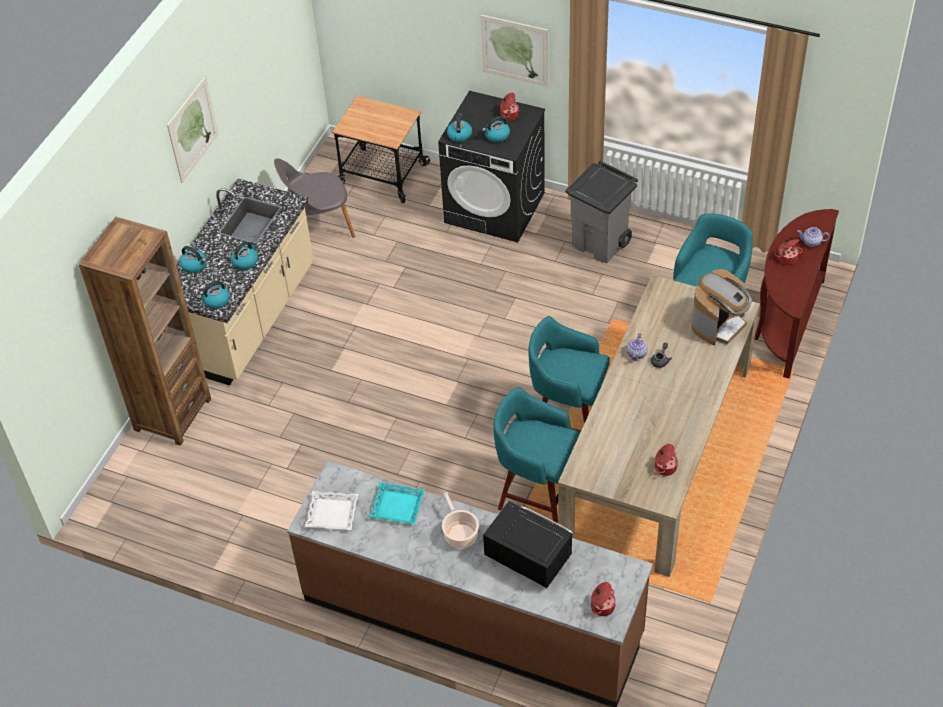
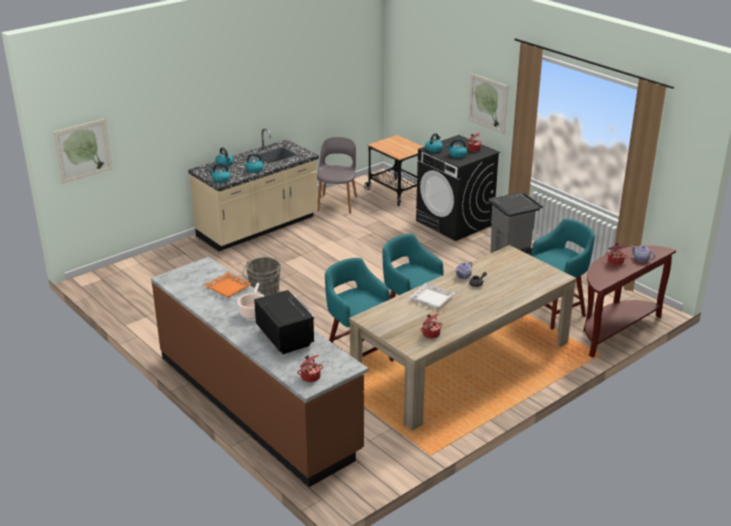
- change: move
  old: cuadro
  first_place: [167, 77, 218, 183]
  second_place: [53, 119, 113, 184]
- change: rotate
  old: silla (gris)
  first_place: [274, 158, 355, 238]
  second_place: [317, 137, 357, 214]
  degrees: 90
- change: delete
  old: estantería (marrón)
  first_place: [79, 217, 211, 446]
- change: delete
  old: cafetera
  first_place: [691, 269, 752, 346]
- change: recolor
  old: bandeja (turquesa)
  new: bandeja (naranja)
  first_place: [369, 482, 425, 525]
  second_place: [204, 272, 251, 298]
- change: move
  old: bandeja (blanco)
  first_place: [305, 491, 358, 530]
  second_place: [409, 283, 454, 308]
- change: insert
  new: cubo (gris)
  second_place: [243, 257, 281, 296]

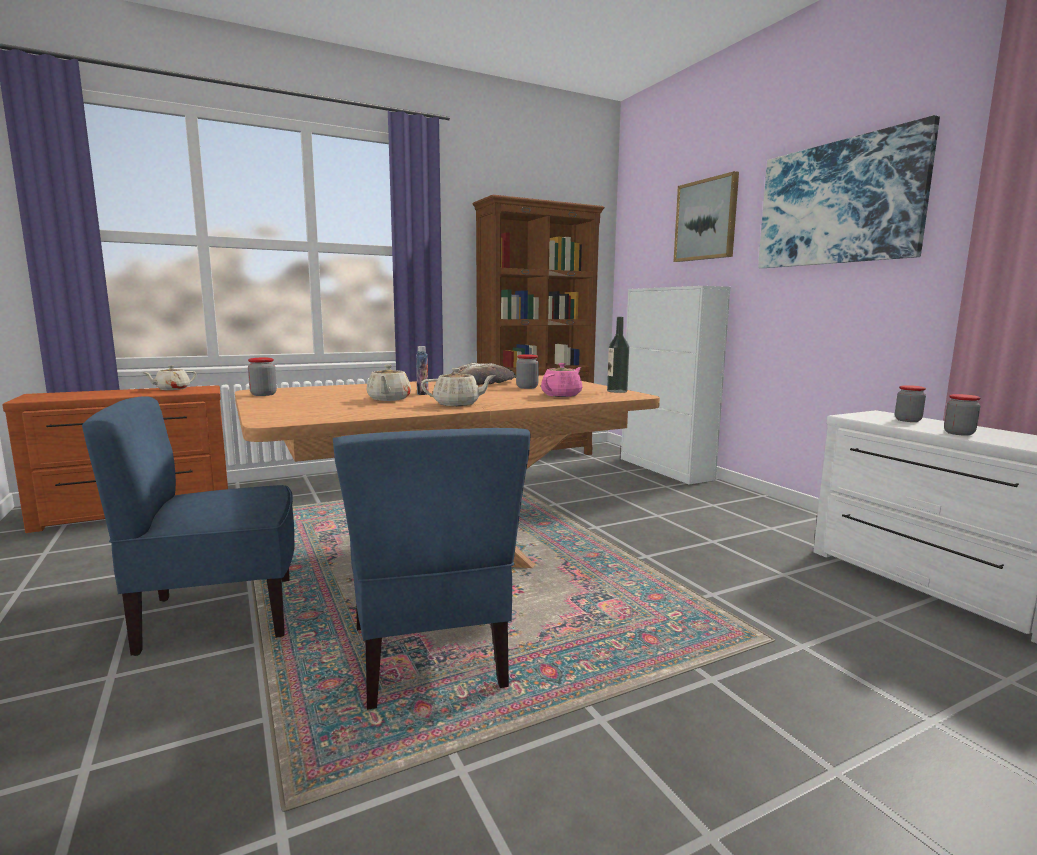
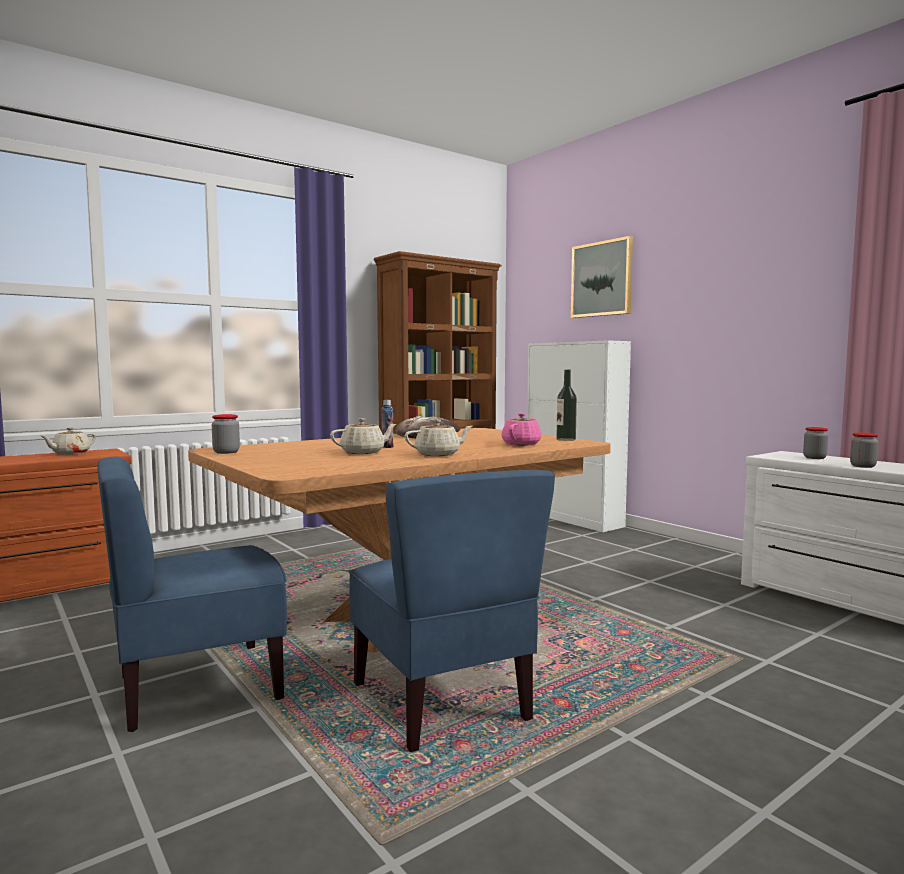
- change: delete
  old: cuadro
  first_place: [758, 115, 940, 268]
- change: delete
  old: tarro
  first_place: [516, 354, 539, 389]
- change: rotate
  old: tetera (beis)
  first_place: [367, 365, 411, 401]
  second_place: [330, 418, 396, 454]
  degrees: -105

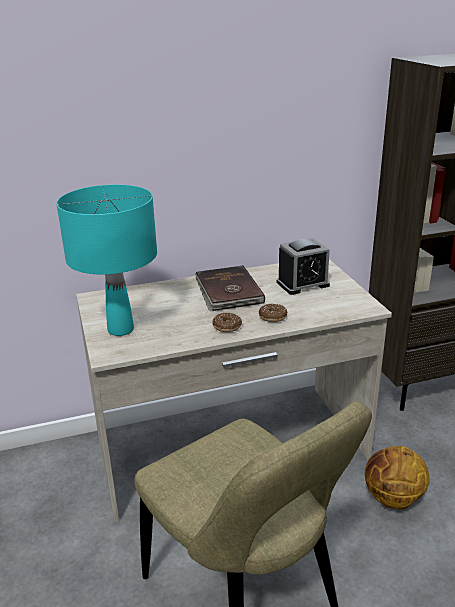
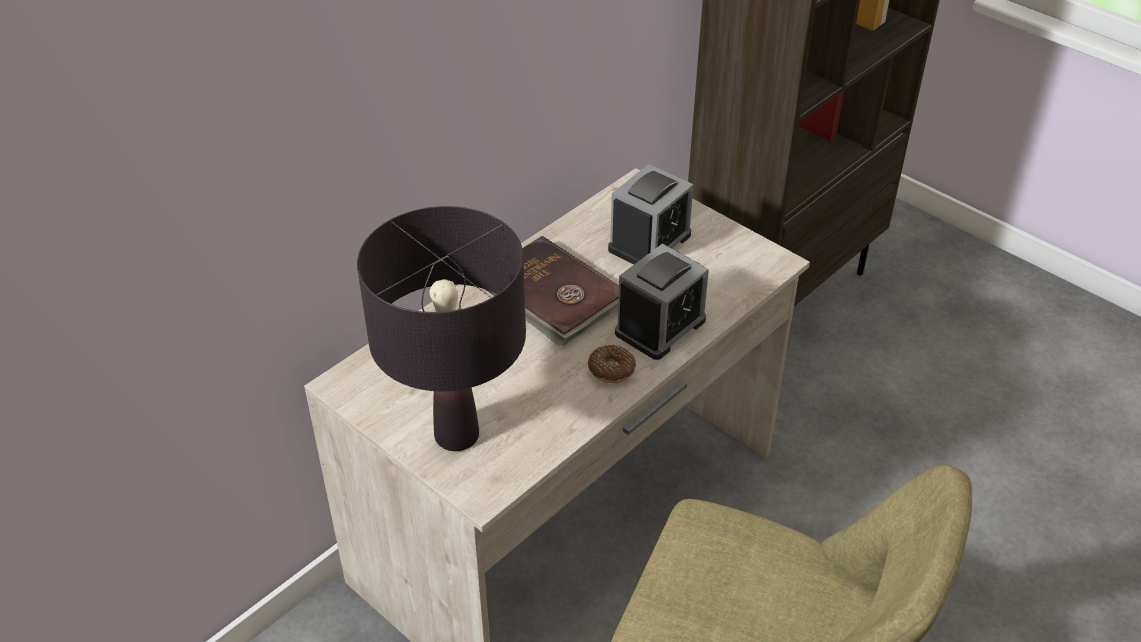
- change: recolor
  old: lámpara de mesa (turquesa)
  new: lámpara de mesa (negro)
  first_place: [57, 185, 157, 336]
  second_place: [357, 206, 526, 451]
- change: replace
  old: rosquilla
  new: despertador
  first_place: [259, 304, 287, 322]
  second_place: [615, 244, 709, 360]
- change: delete
  old: balón de baloncesto
  first_place: [365, 446, 430, 510]

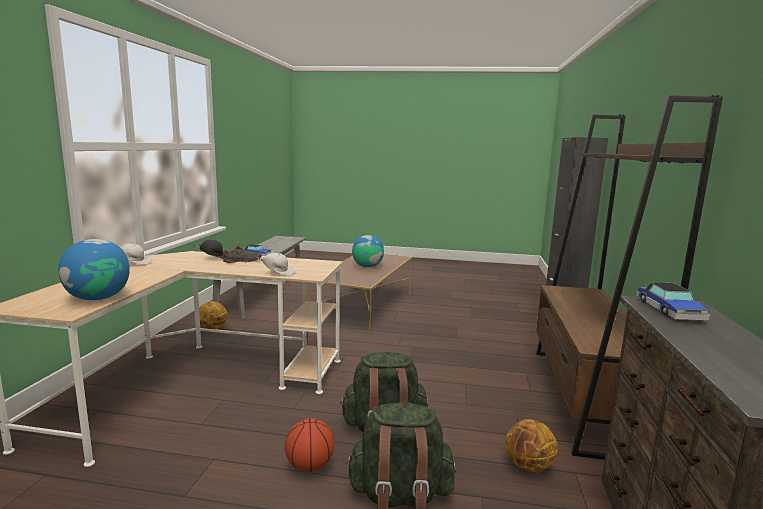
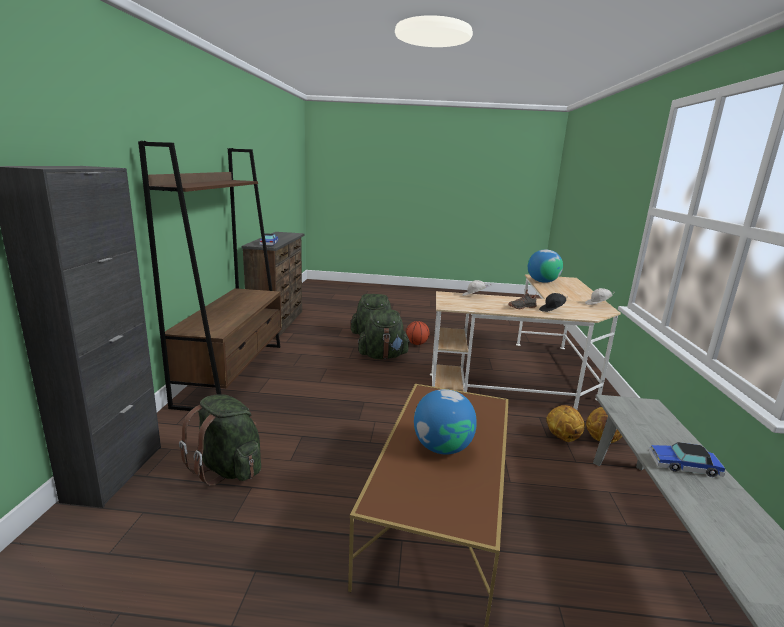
- change: move
  old: balón de baloncesto
  first_place: [505, 419, 557, 472]
  second_place: [546, 405, 585, 442]
- change: insert
  new: mochila (verde)
  second_place: [179, 394, 261, 486]

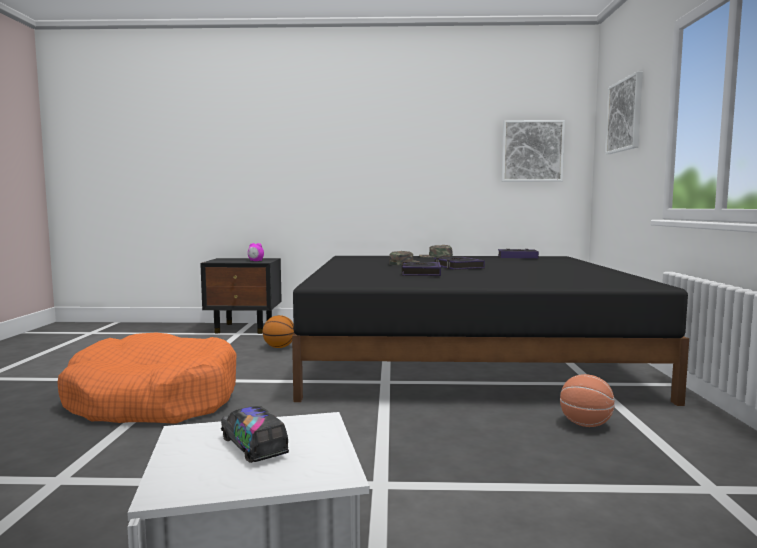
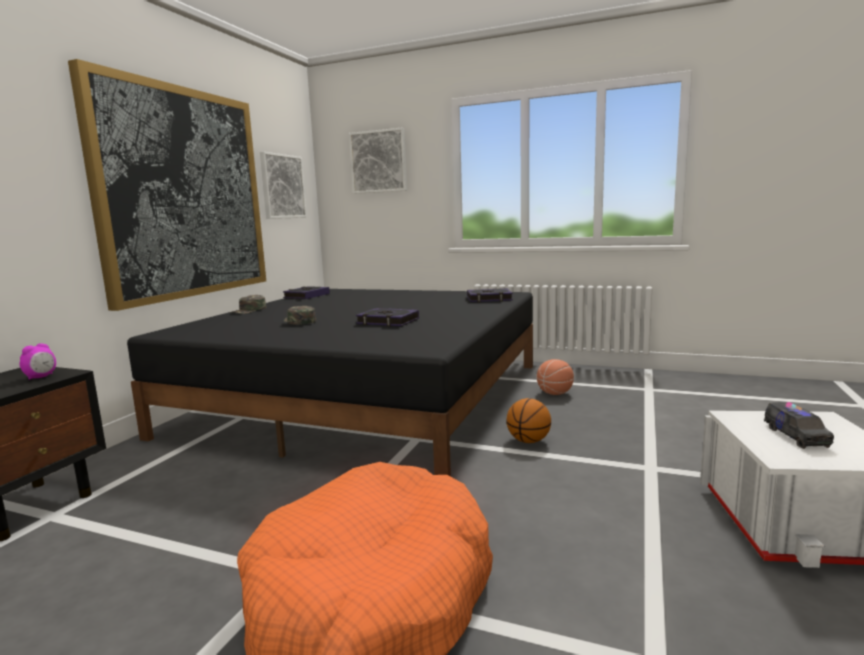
- change: move
  old: libro
  first_place: [434, 257, 485, 270]
  second_place: [467, 288, 513, 303]
- change: move
  old: balón de baloncesto
  first_place: [263, 315, 294, 348]
  second_place: [506, 398, 551, 443]
- change: rotate
  old: camión de juguete
  first_place: [221, 406, 289, 463]
  second_place: [764, 402, 834, 449]
  degrees: -75
- change: insert
  new: cuadro
  second_place: [68, 59, 266, 311]

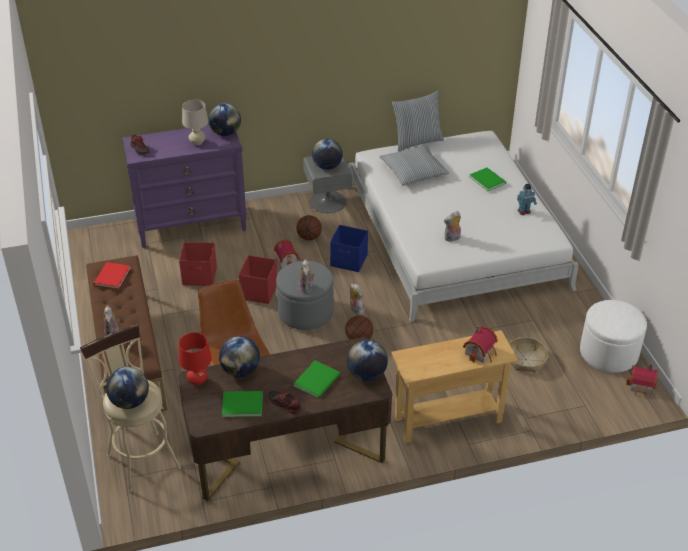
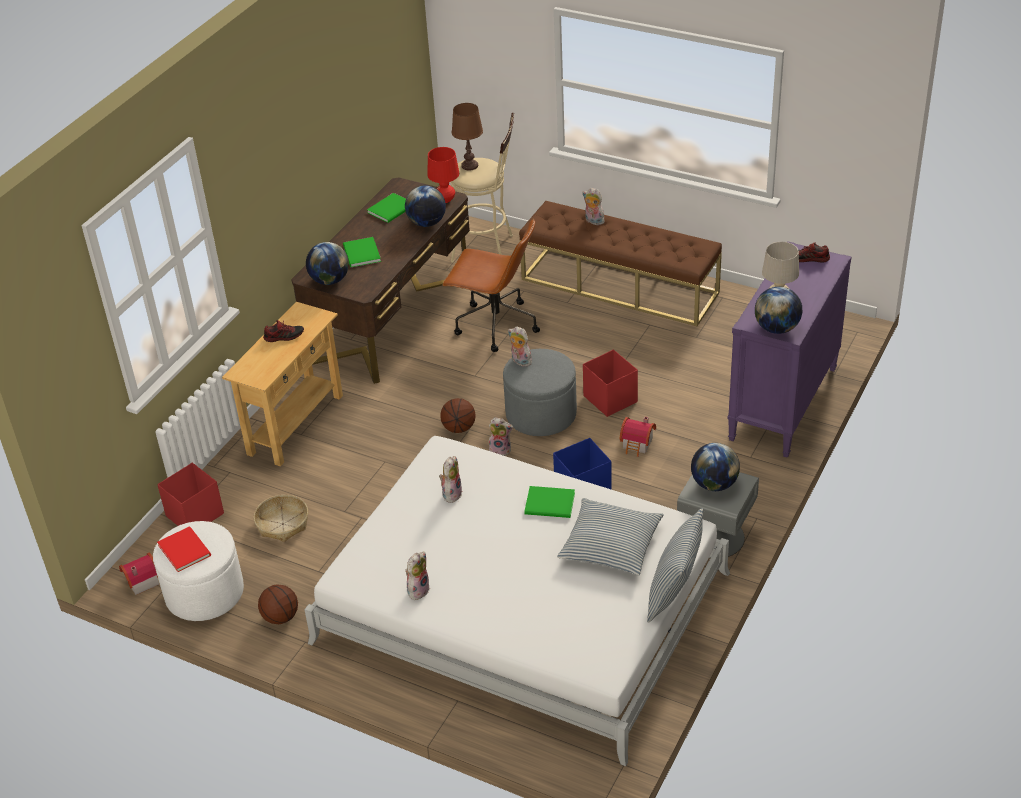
- change: move
  old: libro (verde)
  first_place: [469, 167, 506, 191]
  second_place: [524, 486, 575, 518]
- change: replace
  old: robot de juguete
  new: peluche
  first_place: [517, 184, 537, 215]
  second_place: [405, 552, 430, 600]
- change: move
  old: balón de baloncesto
  first_place: [296, 215, 322, 240]
  second_place: [258, 585, 298, 624]
- change: move
  old: caja de almacenaje (rojo)
  first_place: [179, 242, 217, 286]
  second_place: [157, 463, 224, 526]
- change: move
  old: libro (rojo)
  first_place: [93, 262, 131, 289]
  second_place: [157, 526, 211, 572]
- change: delete
  old: casita
  first_place: [463, 326, 498, 363]
- change: replace
  old: globo terráqueo
  new: lámpara de mesa (marrón)
  first_place: [106, 367, 149, 409]
  second_place: [452, 103, 483, 171]
- change: move
  old: zapato
  first_place: [268, 391, 302, 414]
  second_place: [263, 320, 304, 342]

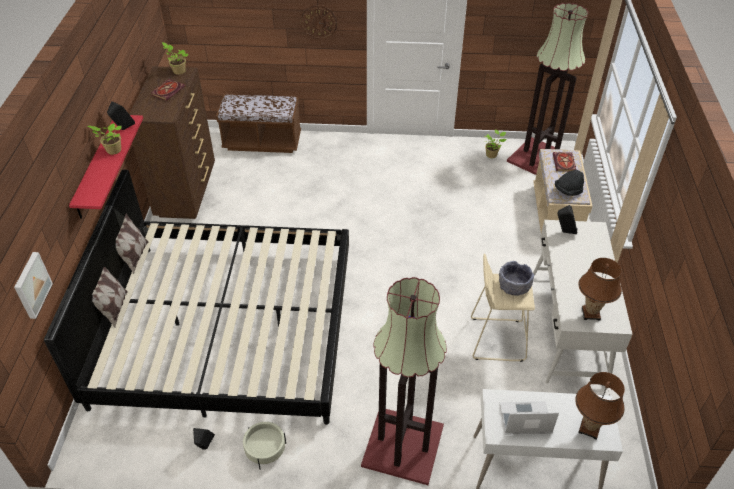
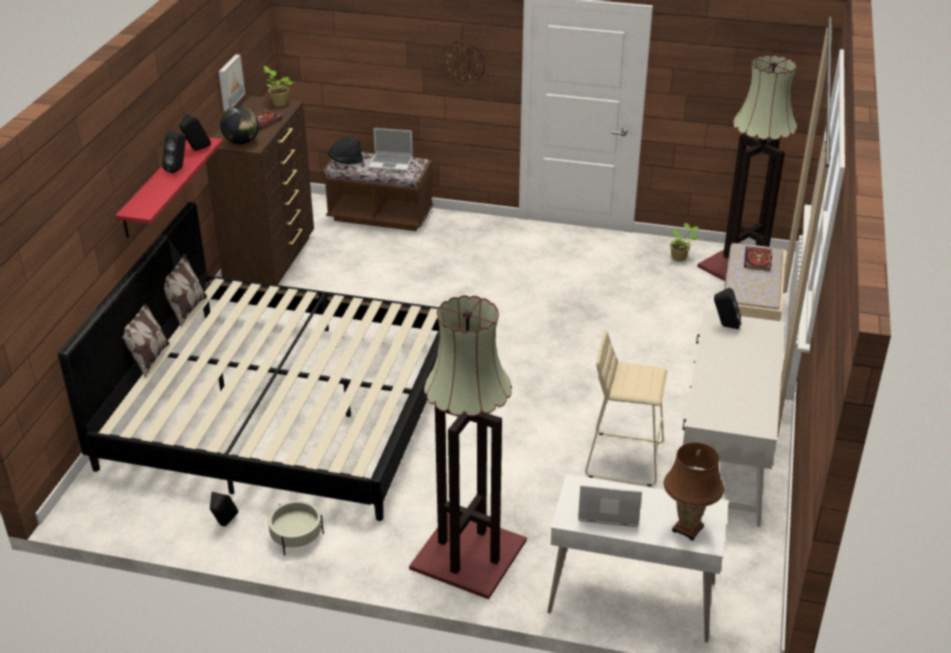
- change: replace
  old: planta en maceta
  new: altavoz (negro)
  first_place: [87, 123, 122, 155]
  second_place: [162, 131, 186, 174]
- change: move
  old: sombrero (negro)
  first_place: [555, 170, 584, 196]
  second_place: [328, 135, 363, 164]
- change: move
  old: cuadro
  first_place: [14, 252, 53, 319]
  second_place: [219, 54, 245, 111]
- change: delete
  old: lámpara de mesa (marrón)
  first_place: [578, 258, 622, 321]
- change: delete
  old: cuenco (gris)
  first_place: [499, 261, 534, 296]
- change: insert
  new: globo terráqueo
  second_place: [220, 106, 259, 145]
- change: insert
  new: portátil
  second_place: [369, 128, 413, 172]

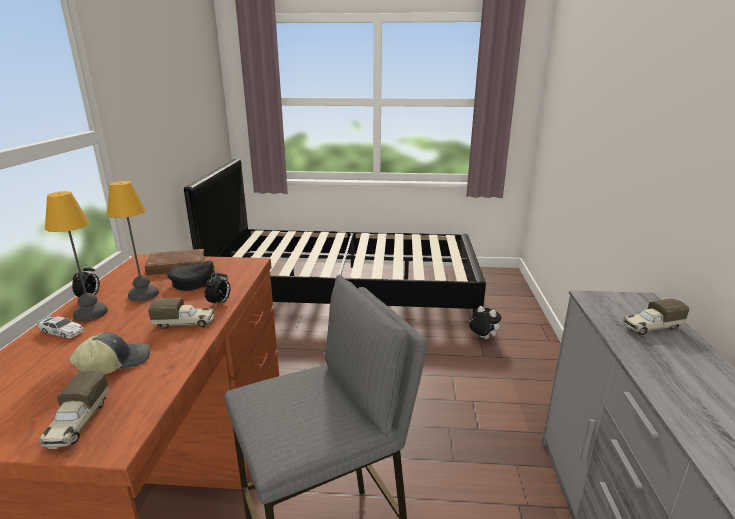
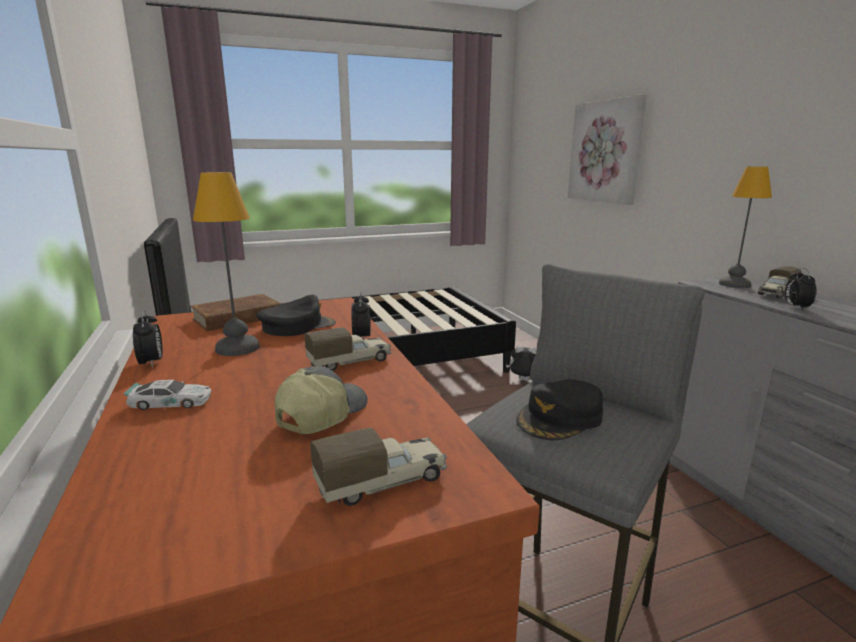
- change: move
  old: lámpara de mesa
  first_place: [45, 191, 108, 321]
  second_place: [719, 166, 772, 288]
- change: rotate
  old: camión de juguete
  first_place: [39, 371, 109, 449]
  second_place: [310, 428, 447, 506]
  degrees: -90
- change: insert
  new: cuadro
  second_place: [568, 94, 647, 205]
- change: insert
  new: despertador
  second_place: [784, 268, 817, 311]
- change: insert
  new: gorra (negro)
  second_place: [516, 379, 603, 440]

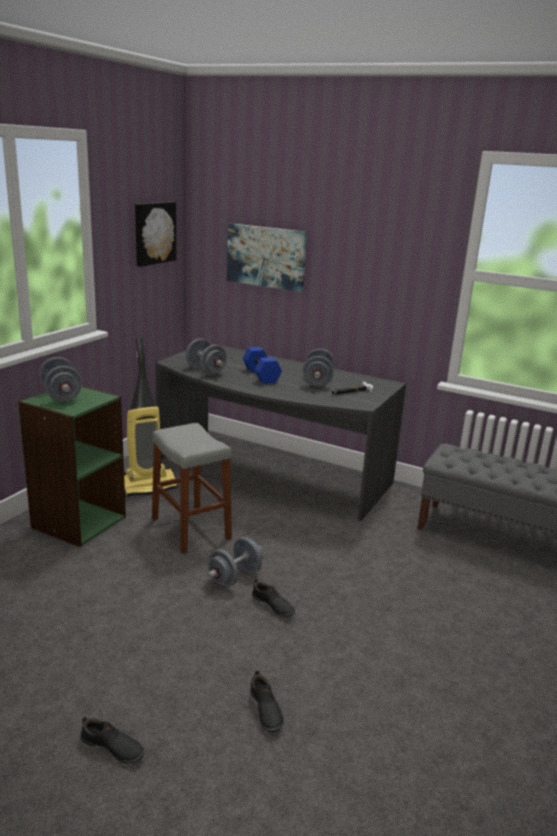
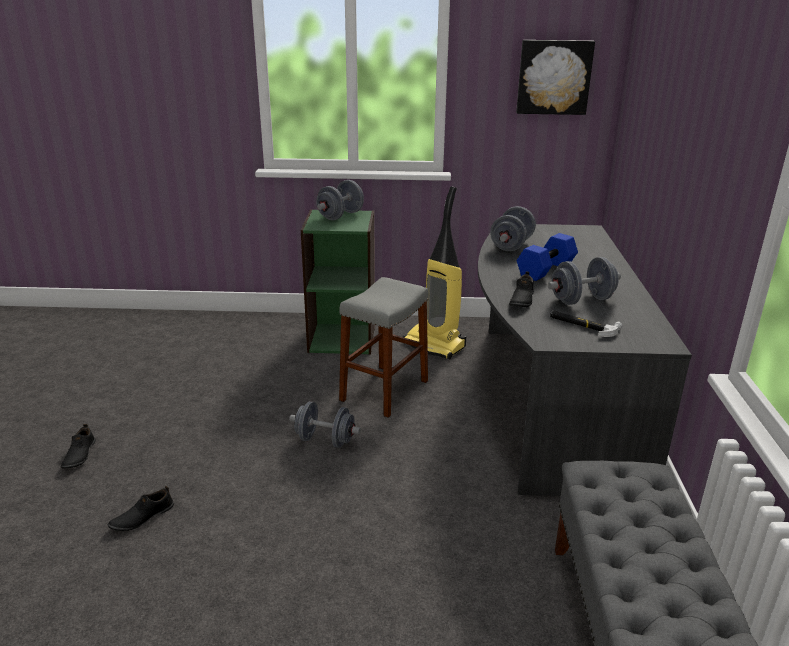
- change: delete
  old: cuadro
  first_place: [227, 223, 307, 292]
- change: move
  old: zapato (negro)
  first_place: [252, 579, 295, 617]
  second_place: [509, 272, 534, 307]

